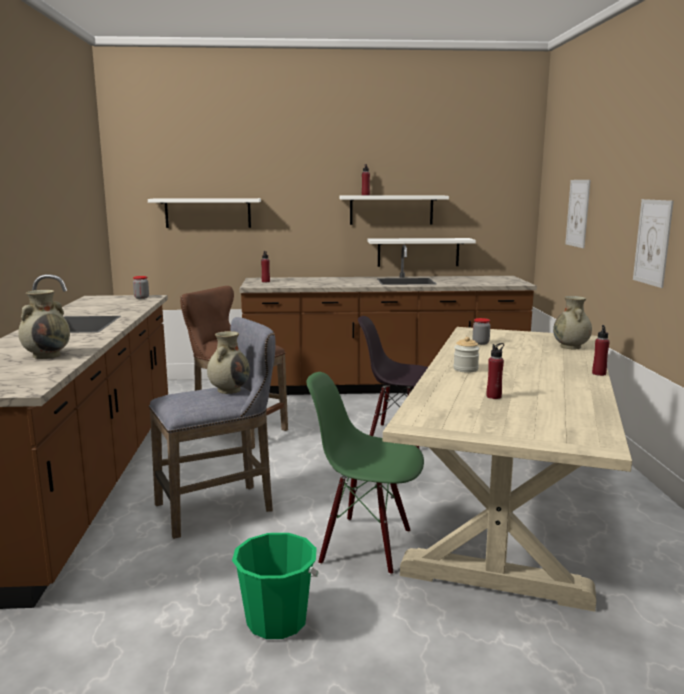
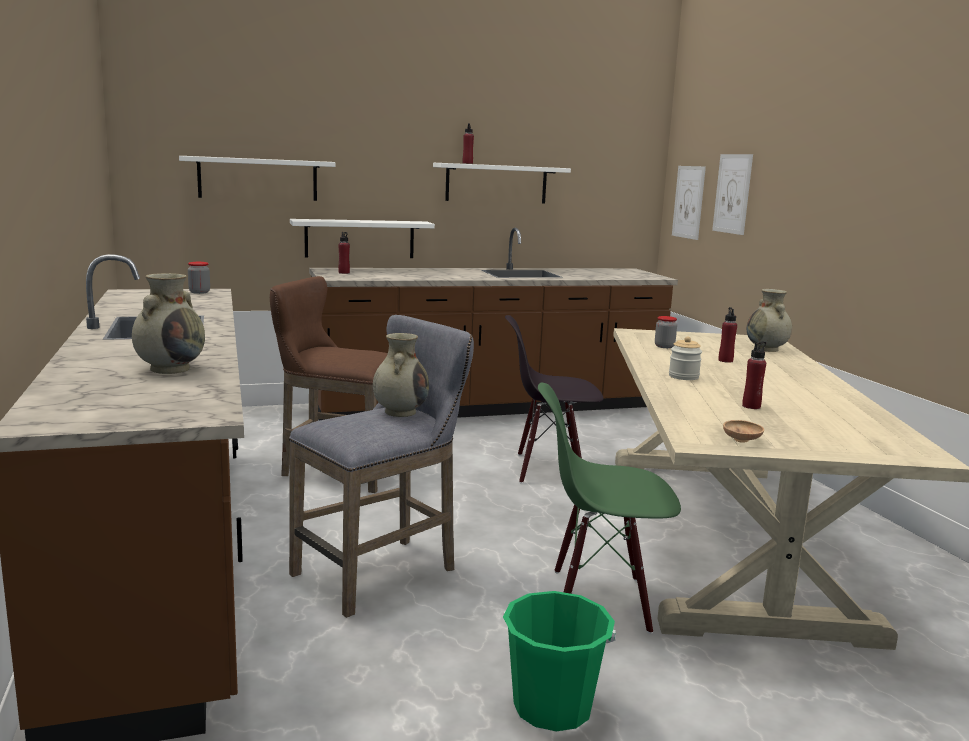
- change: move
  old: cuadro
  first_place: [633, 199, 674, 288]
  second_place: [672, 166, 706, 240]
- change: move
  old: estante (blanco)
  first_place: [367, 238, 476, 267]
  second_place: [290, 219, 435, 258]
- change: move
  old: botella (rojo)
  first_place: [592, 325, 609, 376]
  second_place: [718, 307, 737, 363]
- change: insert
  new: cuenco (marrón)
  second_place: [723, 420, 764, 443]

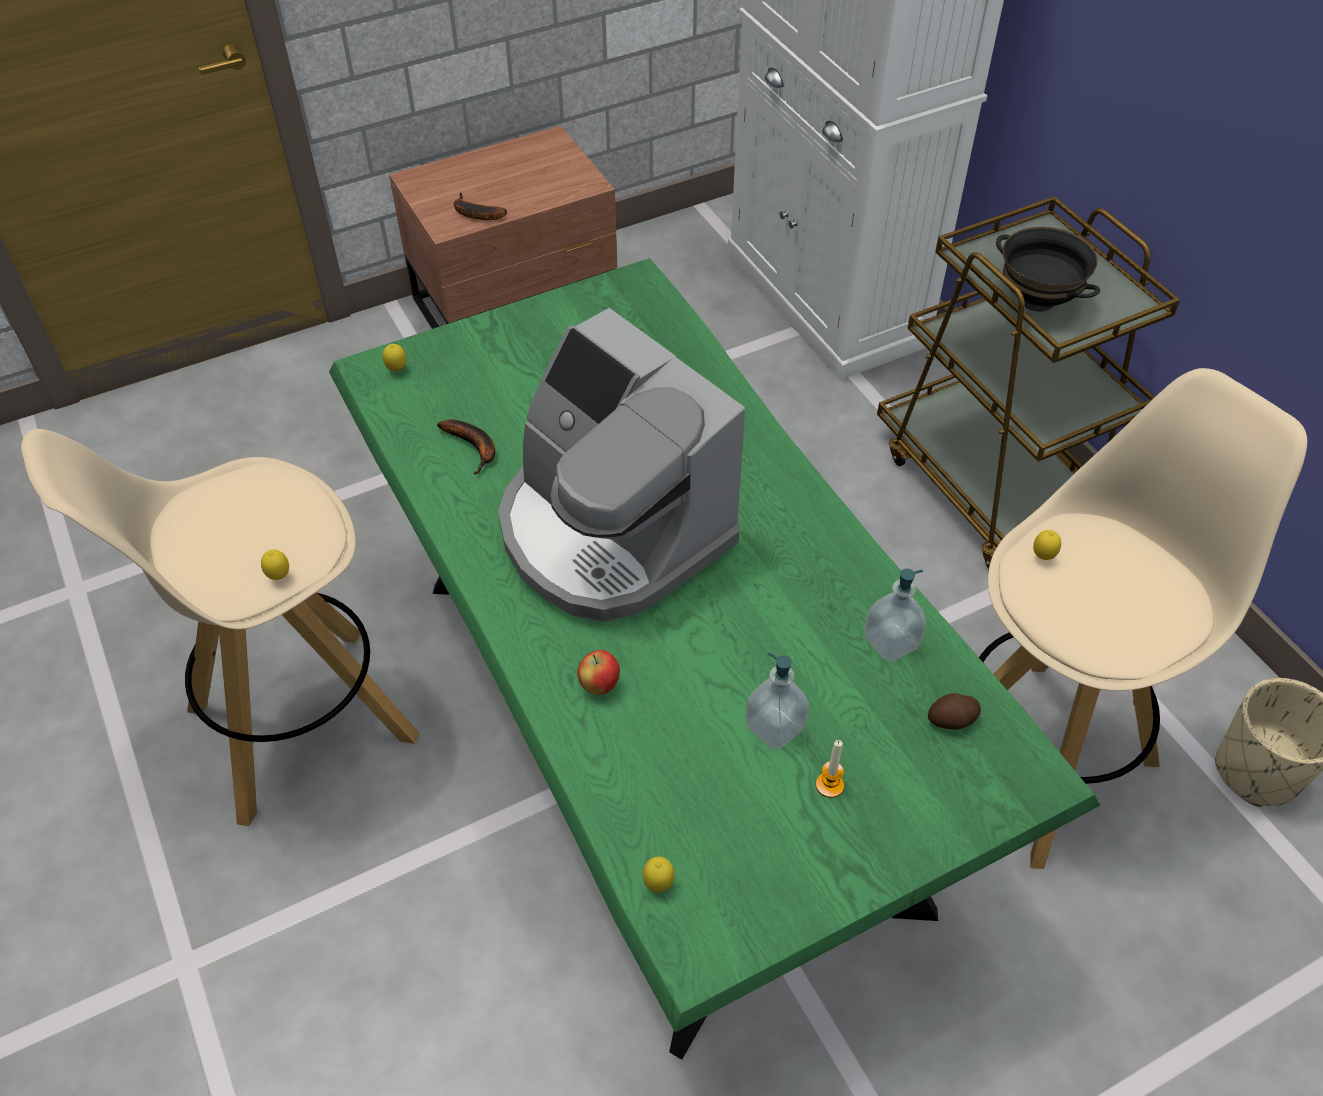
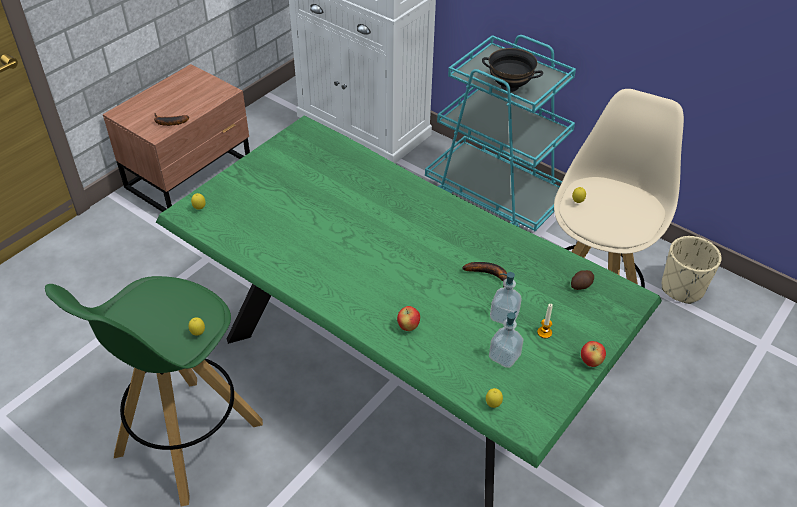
- change: recolor
  old: carrito (marrón)
  new: carrito (turquesa)
  first_place: [877, 196, 1180, 569]
  second_place: [425, 35, 576, 231]
- change: delete
  old: cafetera
  first_place: [498, 308, 745, 622]
- change: move
  old: plátano
  first_place: [437, 419, 495, 474]
  second_place: [462, 262, 507, 288]
- change: recolor
  old: taburete (beis)
  new: taburete (verde)
  first_place: [21, 429, 420, 826]
  second_place: [45, 276, 263, 507]
- change: move
  old: dispensador de jabón
  first_place: [864, 568, 927, 661]
  second_place: [489, 311, 524, 368]
- change: insert
  new: manzana
  second_place: [581, 341, 606, 367]

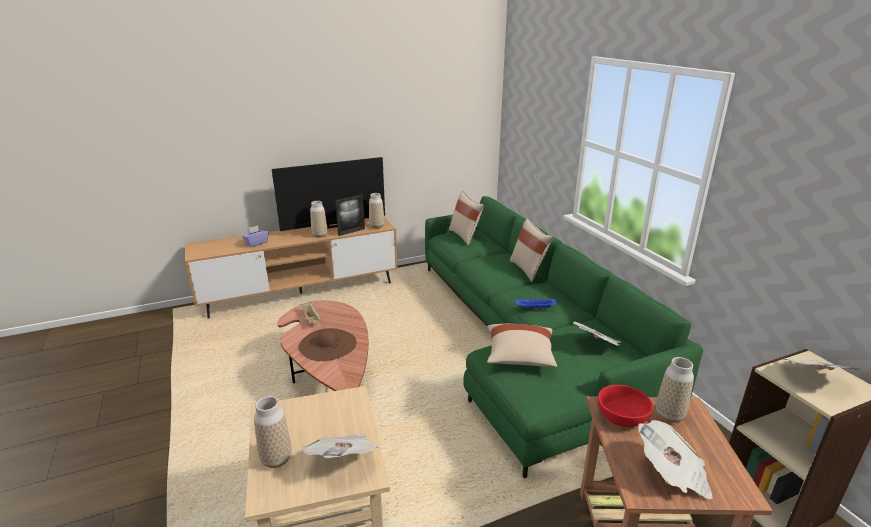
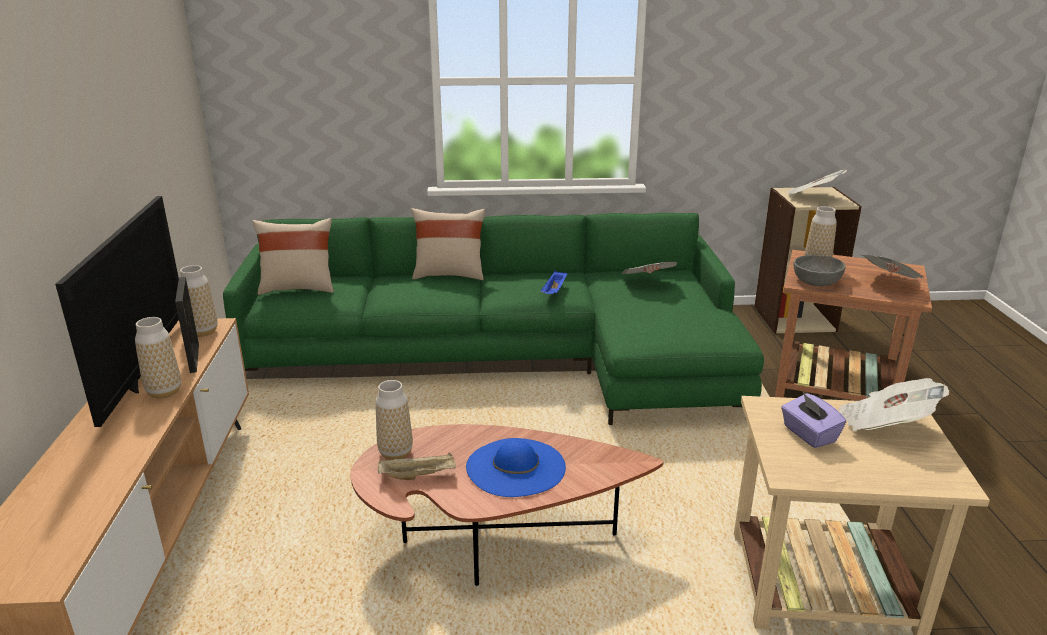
- change: move
  old: caja de pañuelos (morado)
  first_place: [242, 225, 269, 247]
  second_place: [781, 393, 846, 448]
- change: delete
  old: cojín (beis)
  first_place: [487, 324, 557, 367]
- change: recolor
  old: sombrero (marrón)
  new: sombrero (azul)
  first_place: [298, 328, 357, 361]
  second_place: [466, 438, 566, 497]
- change: recolor
  old: cuenco (rojo)
  new: cuenco (gris)
  first_place: [598, 385, 653, 427]
  second_place: [793, 255, 846, 286]
- change: move
  old: florero
  first_place: [254, 396, 292, 468]
  second_place: [376, 380, 413, 460]

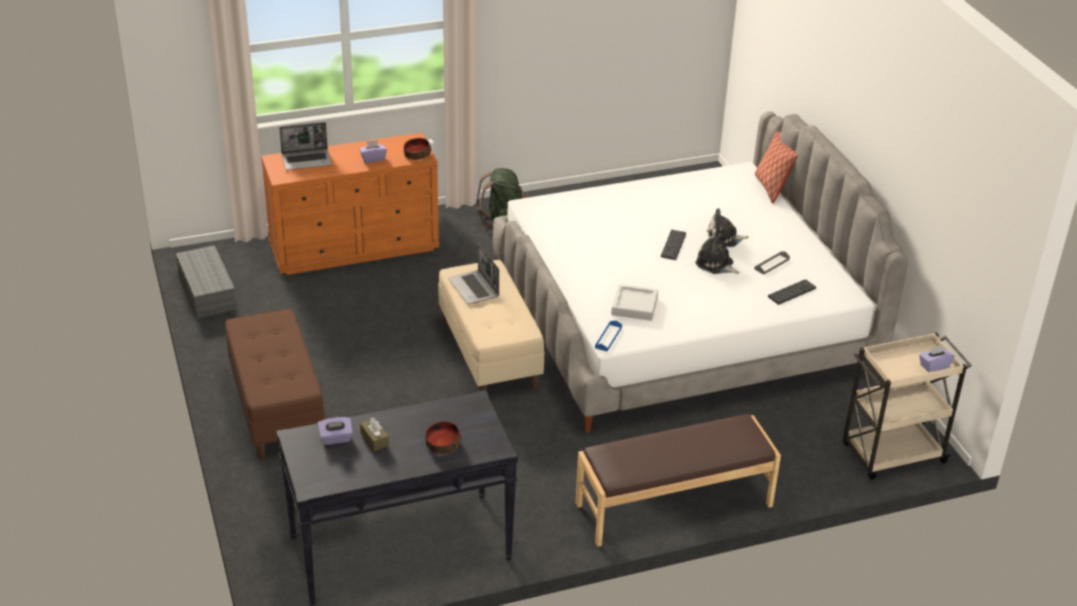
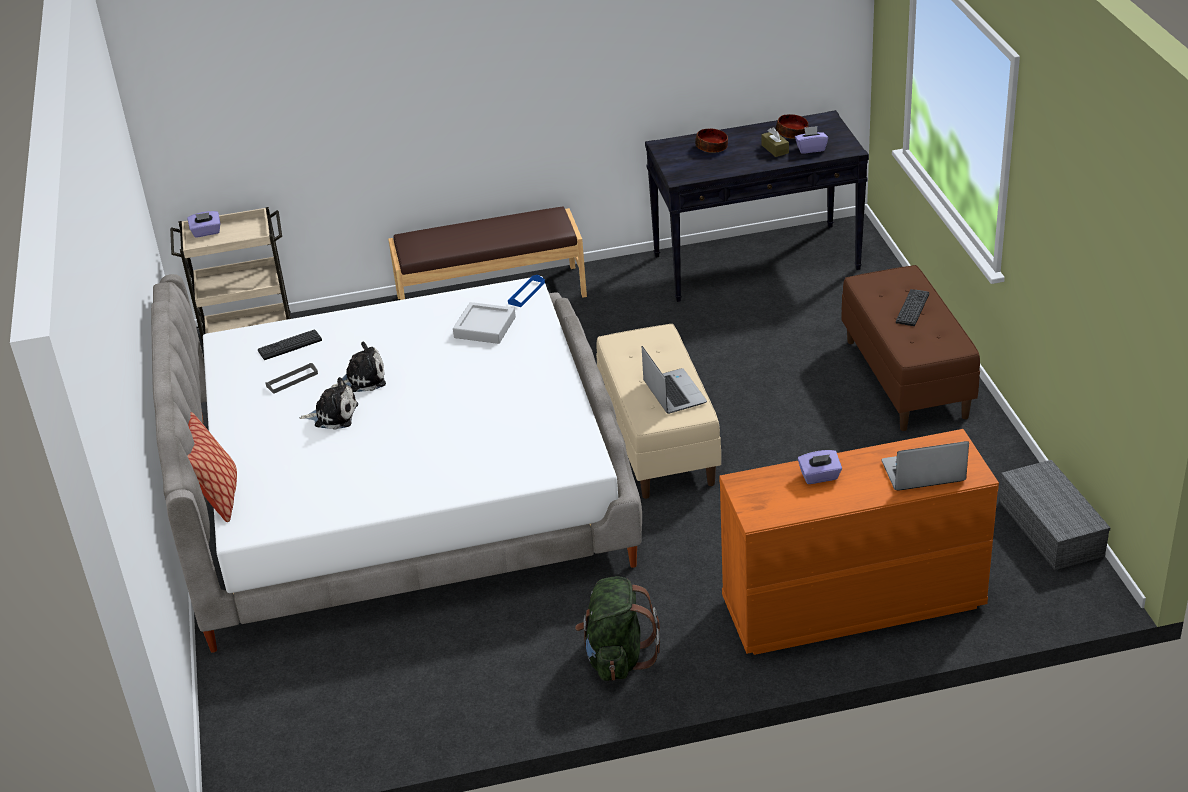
- change: move
  old: cuenco
  first_place: [404, 138, 431, 160]
  second_place: [776, 114, 808, 138]
- change: move
  old: teclado
  first_place: [661, 230, 686, 260]
  second_place: [896, 289, 929, 326]
- change: rotate
  old: peluche
  first_place: [695, 233, 739, 274]
  second_place: [331, 342, 386, 392]
  degrees: -60

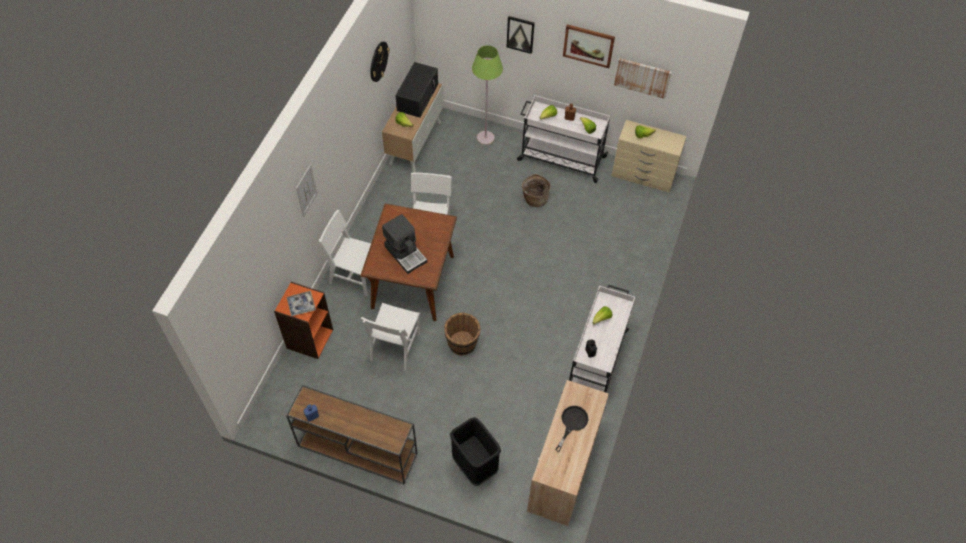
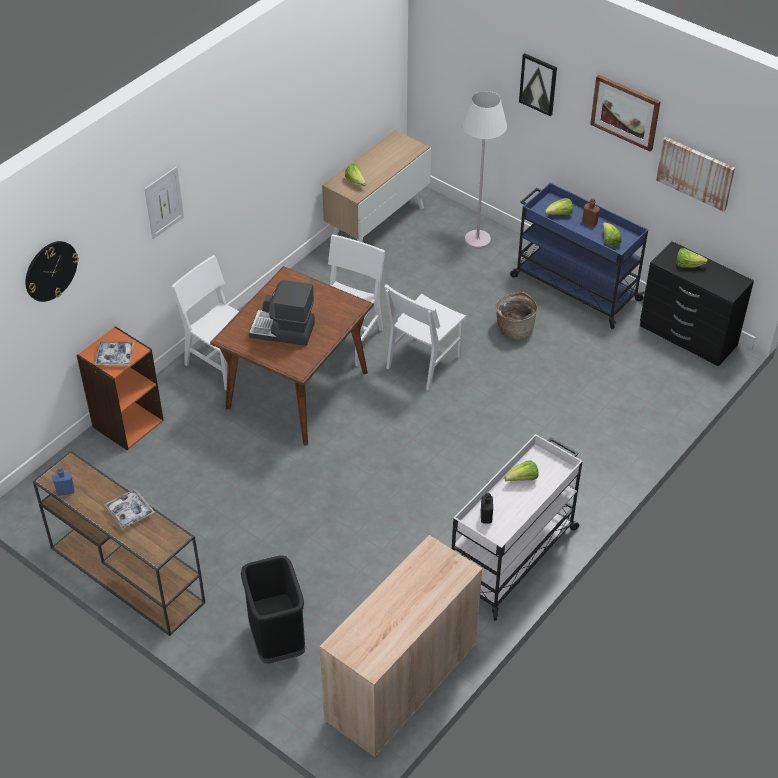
- change: move
  old: reloj de pared
  first_place: [370, 42, 390, 82]
  second_place: [25, 241, 79, 302]
- change: recolor
  old: lámpara de pie (verde)
  new: lámpara de pie (blanco)
  first_place: [472, 45, 503, 145]
  second_place: [462, 91, 507, 249]
- change: delete
  old: microondas (negro)
  first_place: [395, 62, 438, 117]
- change: recolor
  old: carrito (blanco)
  new: carrito (azul)
  first_place: [517, 95, 610, 183]
  second_place: [510, 183, 648, 329]
- change: recolor
  old: cómoda (beis)
  new: cómoda (negro)
  first_place: [612, 120, 686, 192]
  second_place: [640, 241, 754, 366]
- change: rotate
  old: cafetera
  first_place: [382, 214, 427, 274]
  second_place: [249, 280, 315, 346]
  degrees: 120
- change: move
  old: silla (blanco)
  first_place: [361, 303, 420, 371]
  second_place: [384, 284, 466, 391]
- change: delete
  old: cubo (marrón)
  first_place: [444, 312, 481, 355]
- change: delete
  old: sartén (negro)
  first_place: [555, 406, 588, 452]
- change: insert
  new: bandeja
  second_place: [104, 489, 155, 529]

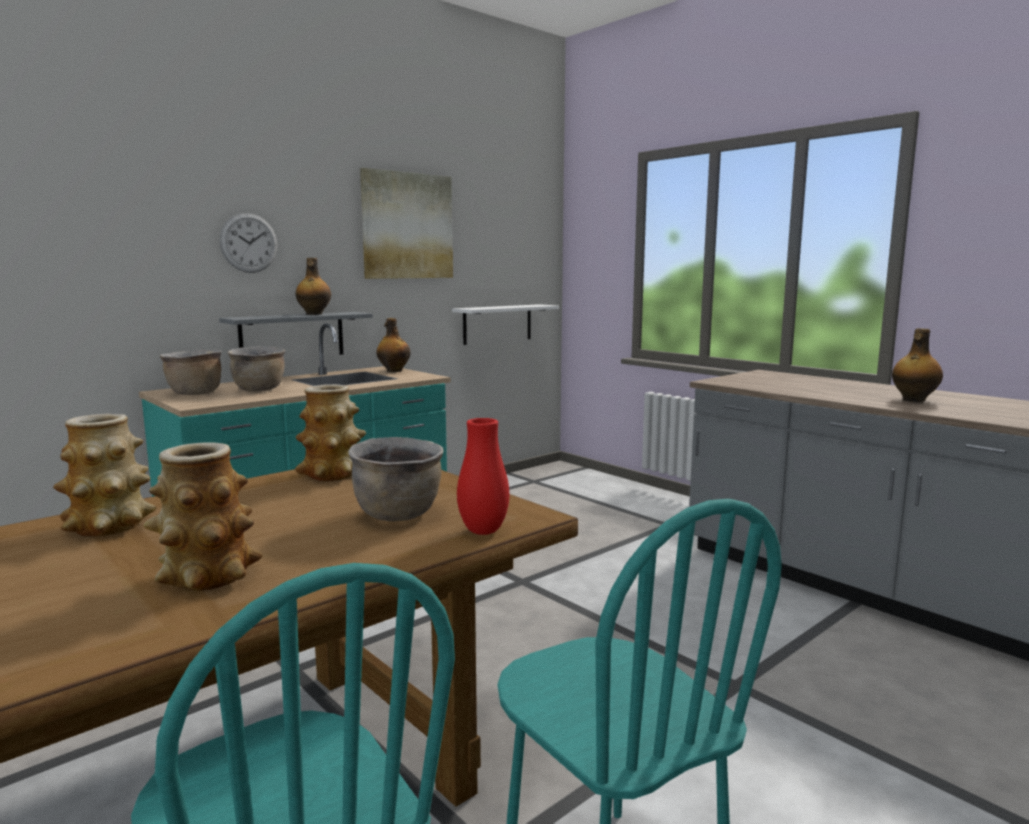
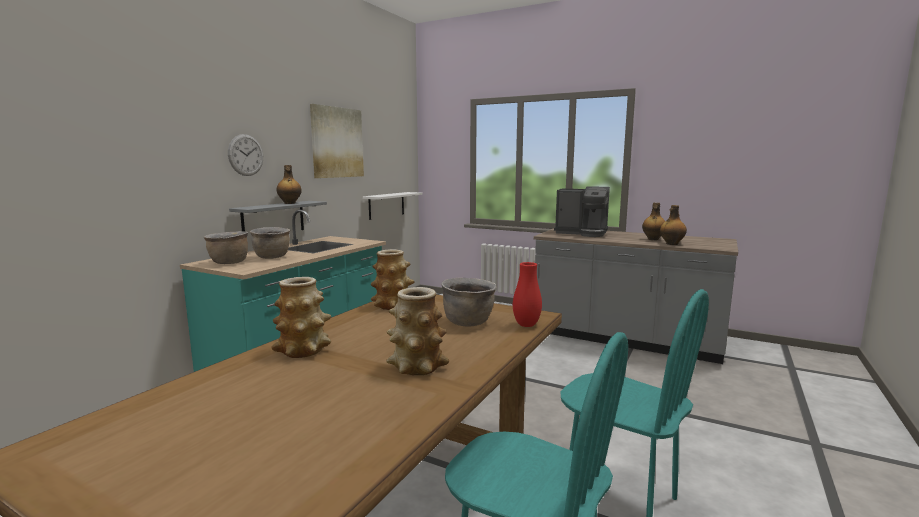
- change: move
  old: botella
  first_place: [376, 318, 411, 372]
  second_place: [660, 205, 687, 245]
- change: insert
  new: cafetera
  second_place: [554, 186, 610, 237]

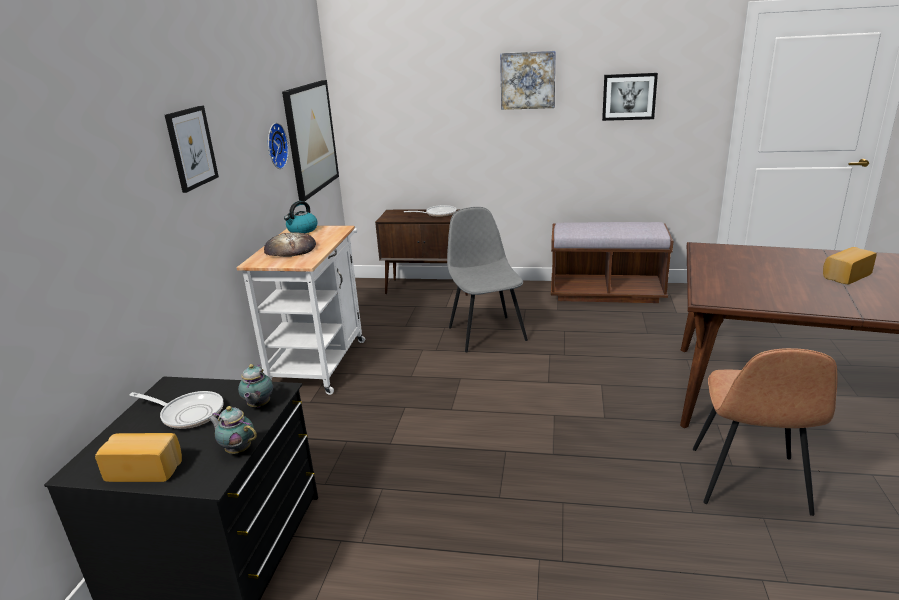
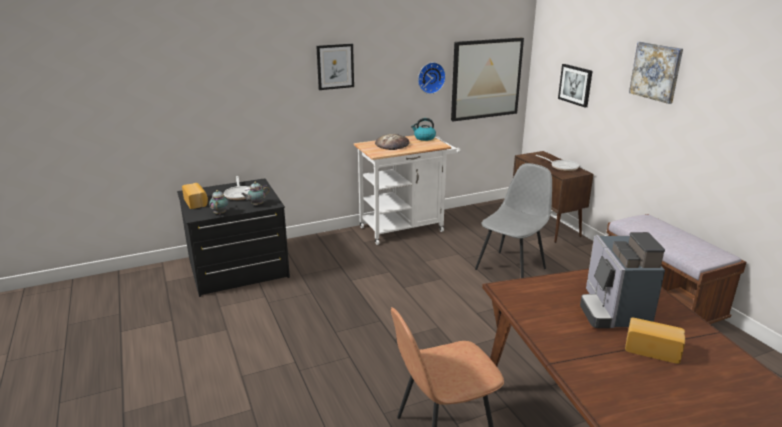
- change: move
  old: cuadro
  first_place: [602, 73, 658, 121]
  second_place: [558, 64, 592, 107]
- change: insert
  new: cafetera
  second_place: [580, 232, 665, 328]

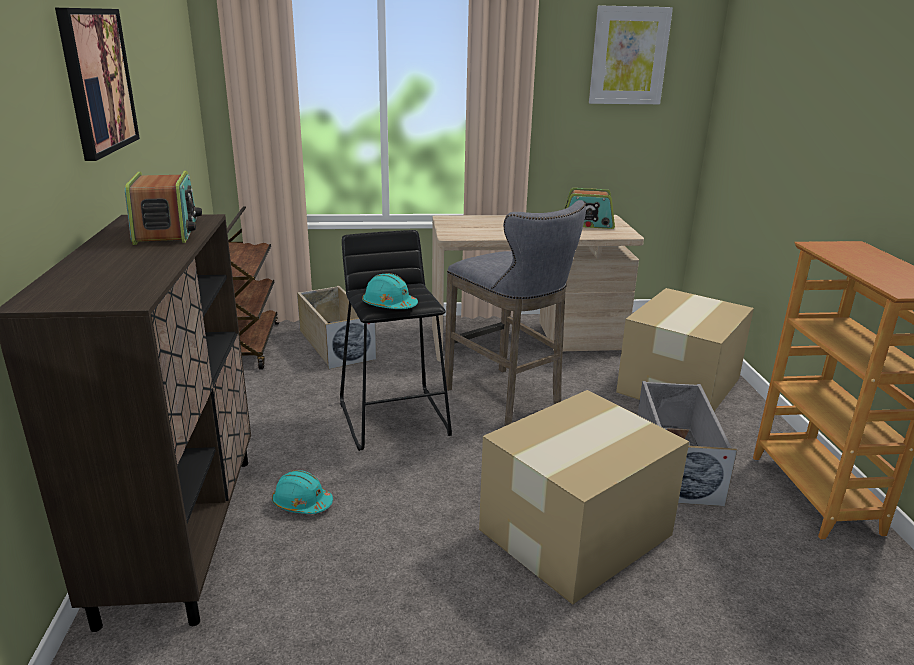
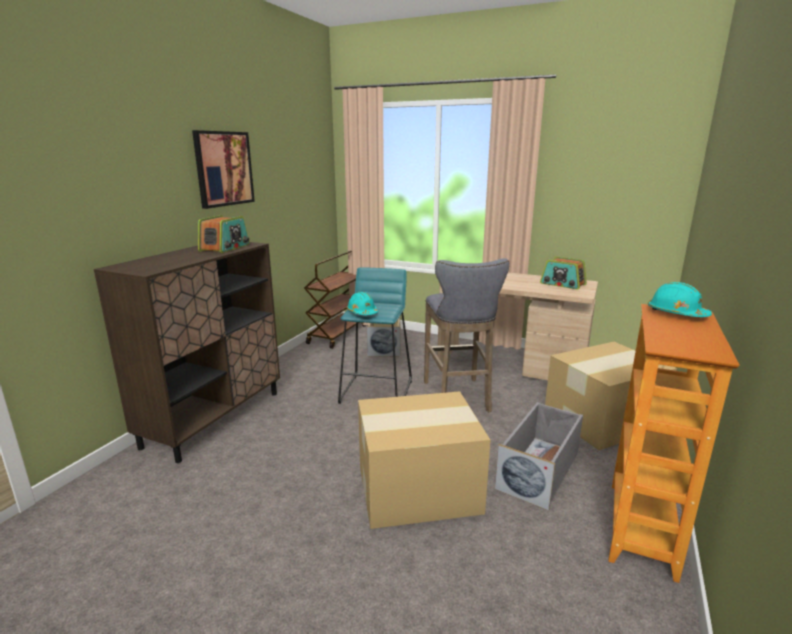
- change: delete
  old: cuadro
  first_place: [589, 5, 673, 104]
- change: recolor
  old: taburete (negro)
  new: taburete (turquesa)
  first_place: [340, 230, 452, 451]
  second_place: [338, 267, 412, 404]
- change: move
  old: casco (turquesa)
  first_place: [272, 470, 333, 514]
  second_place: [648, 282, 712, 317]

